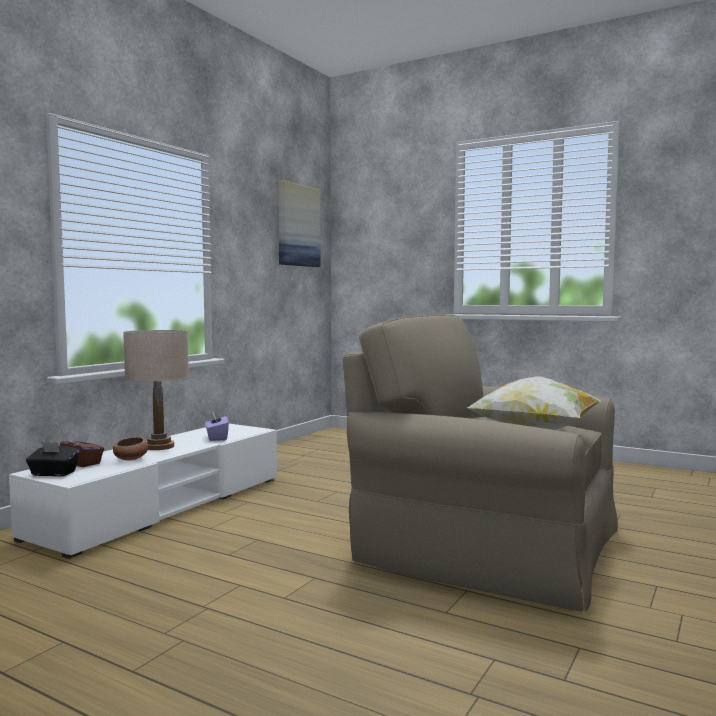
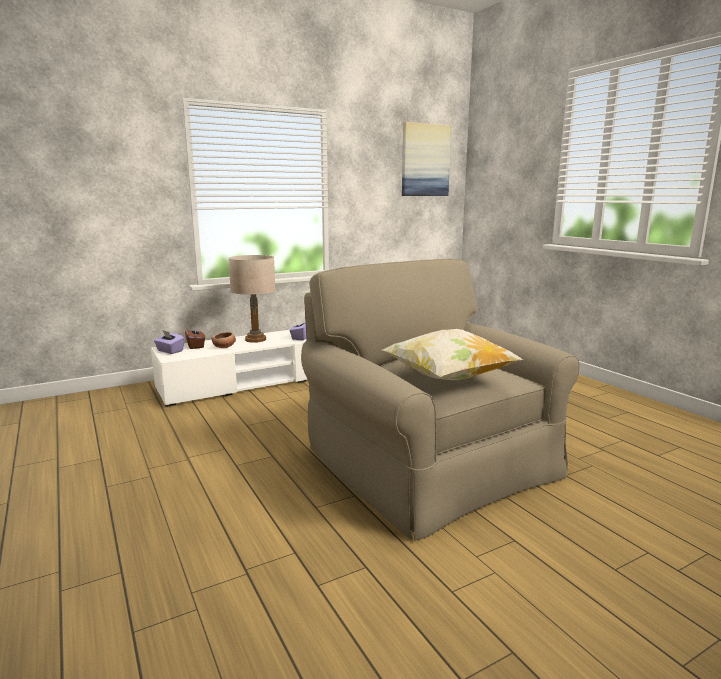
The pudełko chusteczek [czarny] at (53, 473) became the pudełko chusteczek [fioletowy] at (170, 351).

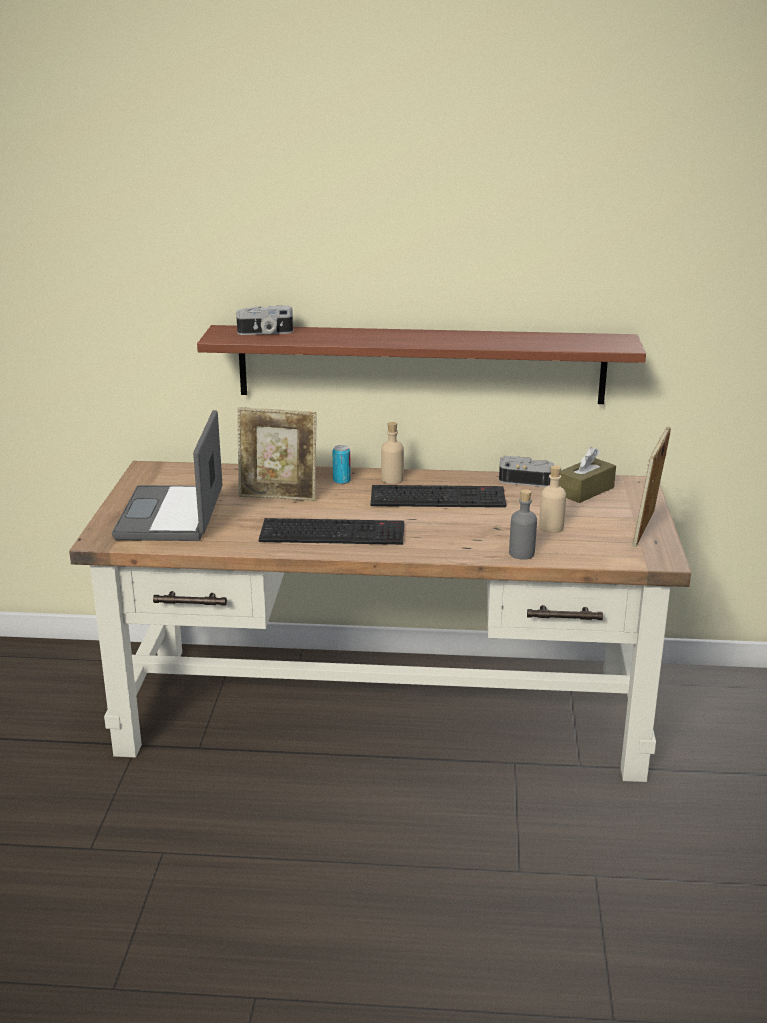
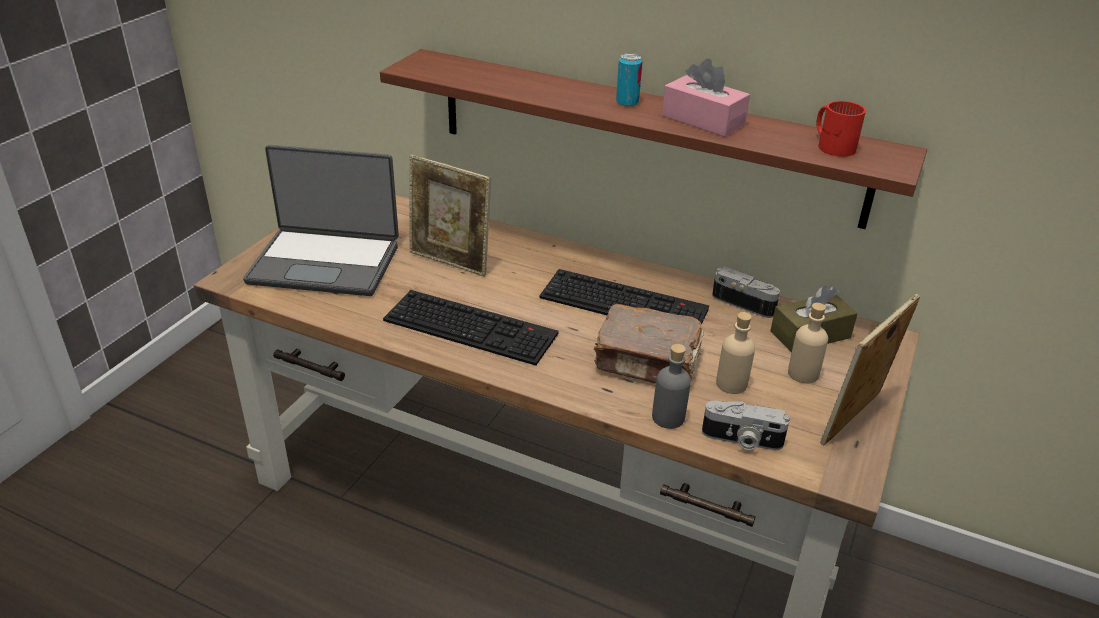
The książka [brązowy] at (648, 363) appeared.
The pudełko chusteczek [różowy] at (703, 120) appeared.
The kubek [czerwony] at (833, 145) appeared.
The aparat fotograficzny moved from (265, 333) to (742, 440).
The puszka moved from (341, 481) to (627, 102).
The butelka [beżowy] moved from (392, 479) to (803, 373).
The laptop at (172, 515) turned 105 degrees counterclockwise.

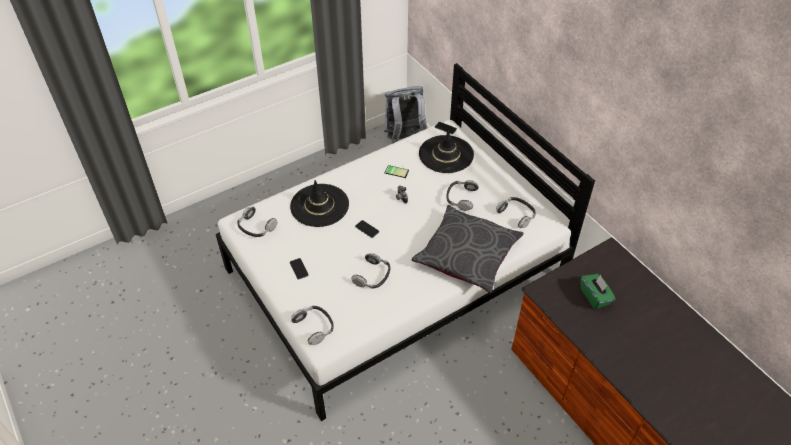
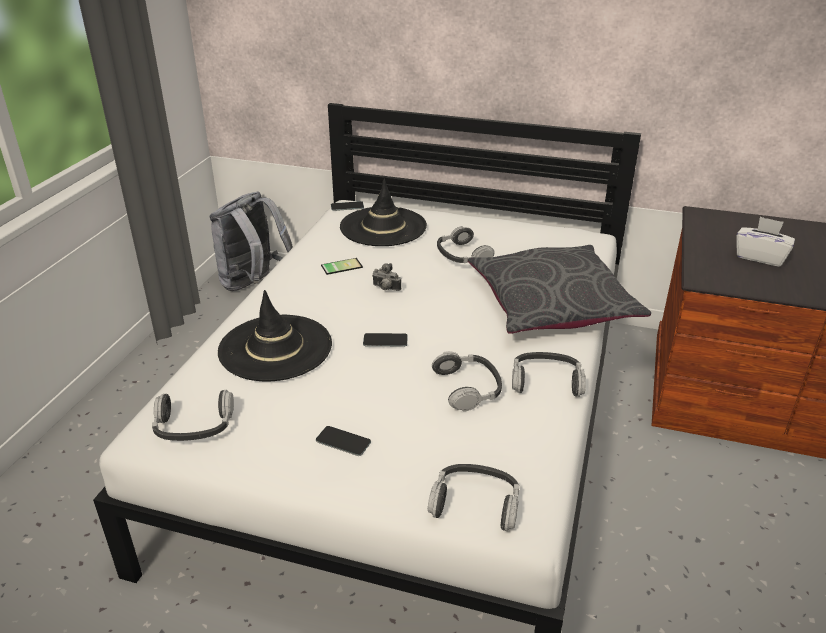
The słuchawki moved from (516, 214) to (546, 381).
The pudełko chusteczek [zielony] at (595, 297) became the pudełko chusteczek [biały] at (760, 257).

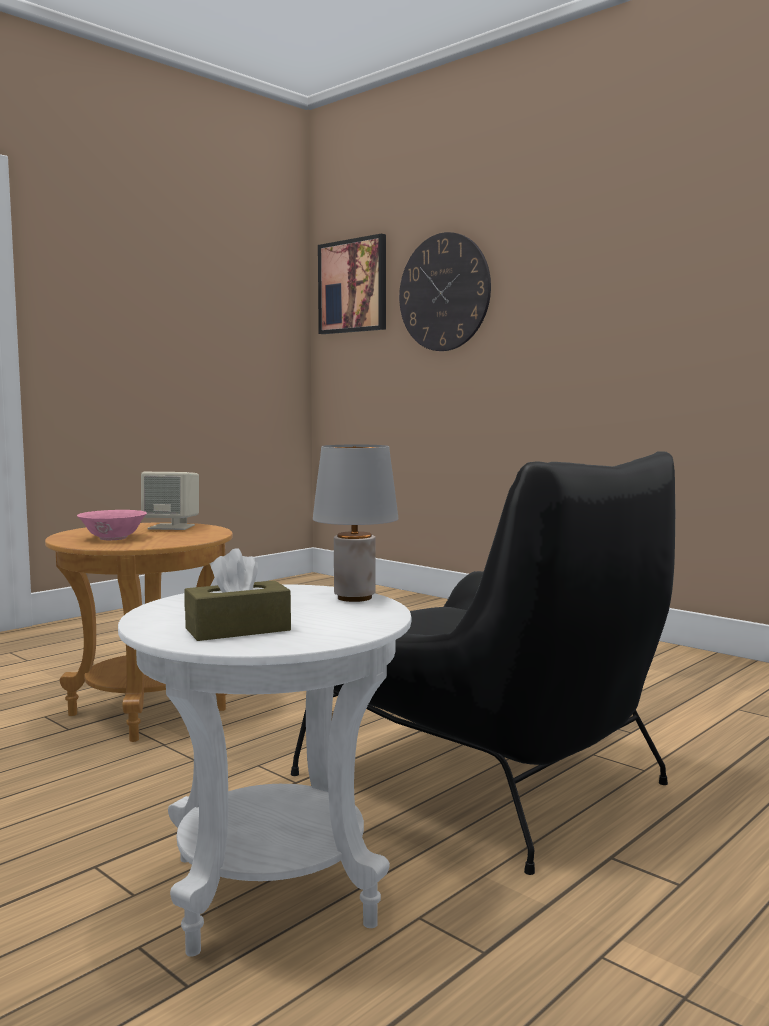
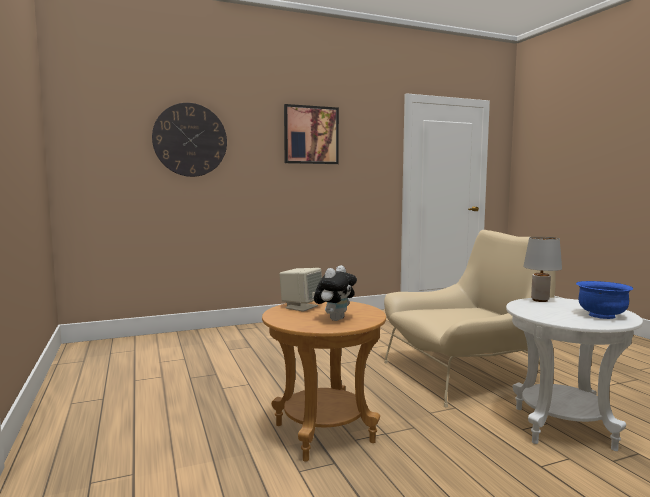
The obraz moved from (353, 286) to (311, 135).
The miska [różowy] at (113, 538) was replaced by the pluszak at (335, 319).
The pudełko chusteczek [brązowy] at (238, 629) was replaced by the miska [niebieski] at (601, 315).
The fotel [czarny] at (482, 777) became the fotel [beżowy] at (464, 373).

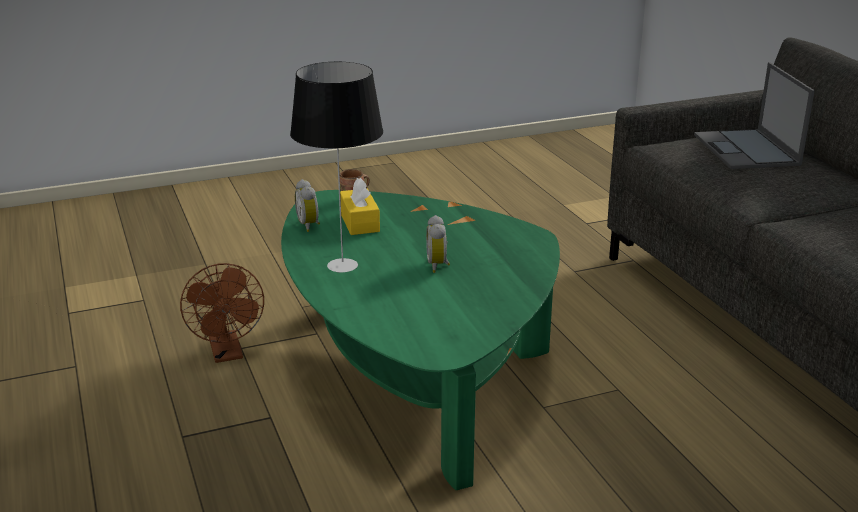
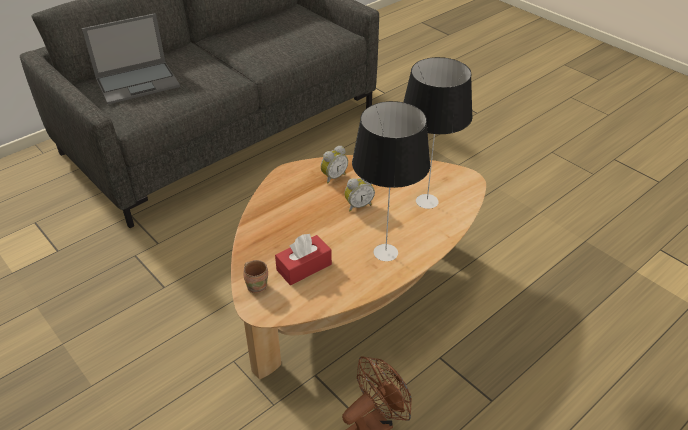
The lampa stołowa at (427, 202) appeared.
The budzik moved from (309, 225) to (333, 177).
The ława [zielony] at (415, 377) became the ława [brązowy] at (351, 294).
The pudełko chusteczek [żółty] at (359, 222) became the pudełko chusteczek [czerwony] at (304, 267).

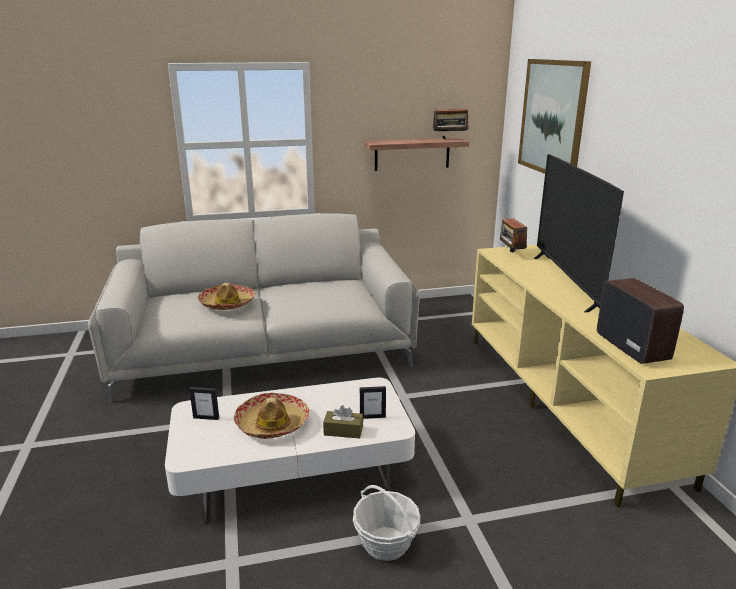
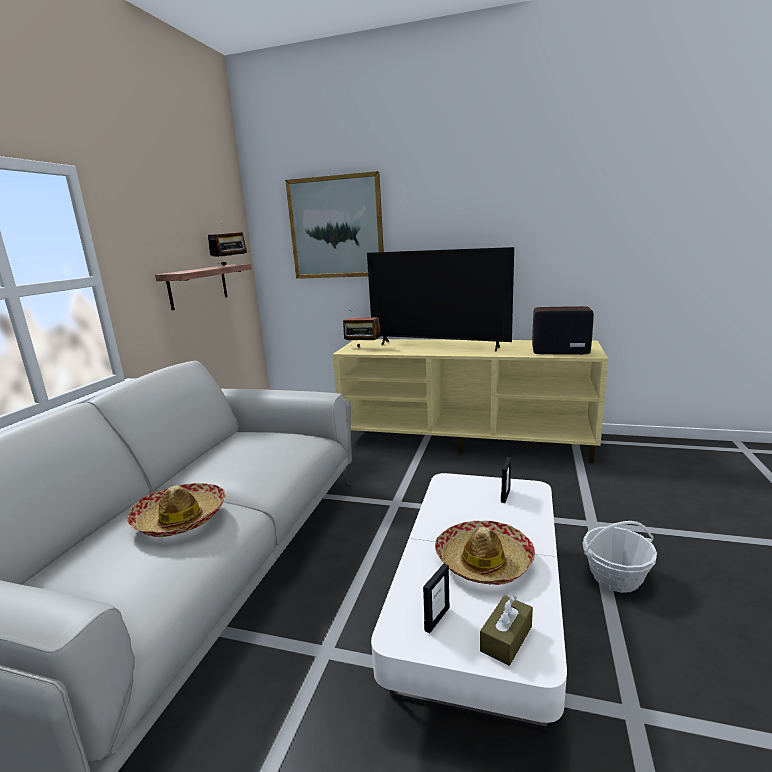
The pudełko chusteczek [brązowy] moved from (343, 431) to (506, 638).

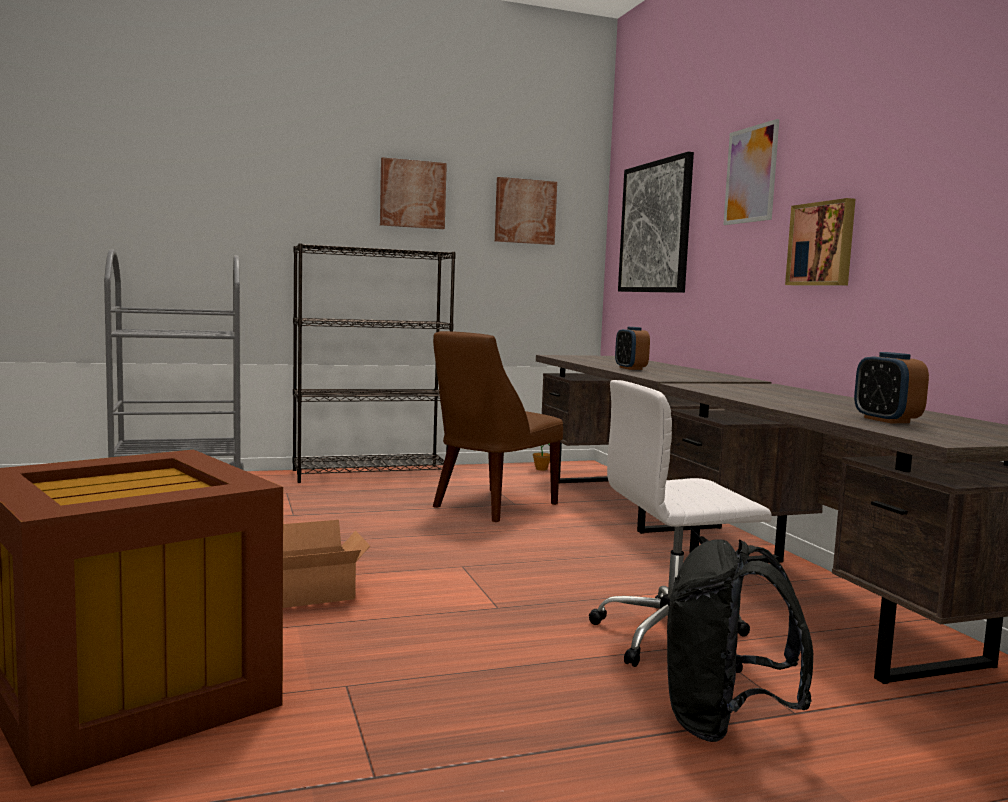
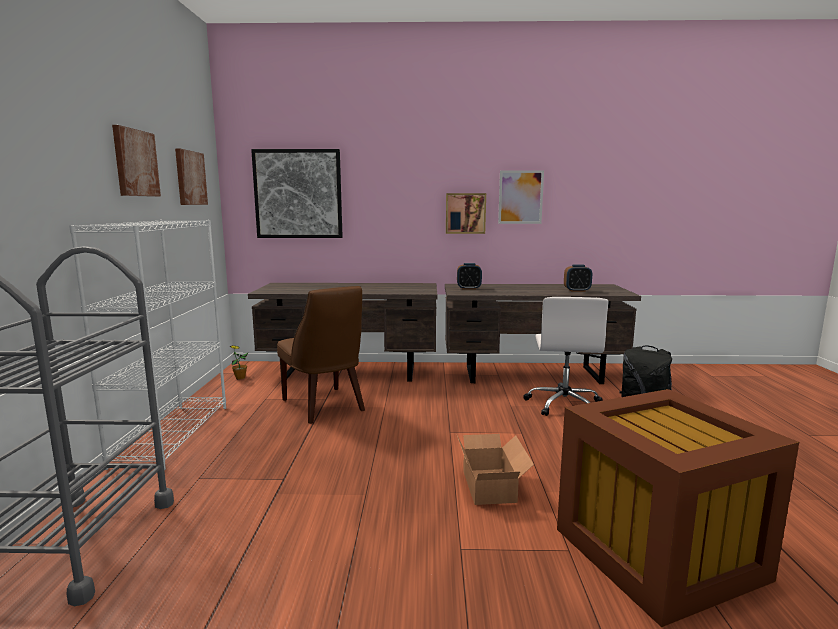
The budzik moved from (630, 368) to (469, 288).
The obraz moved from (751, 174) to (520, 197).
The regał [czarny] at (371, 473) became the regał [biały] at (173, 434).

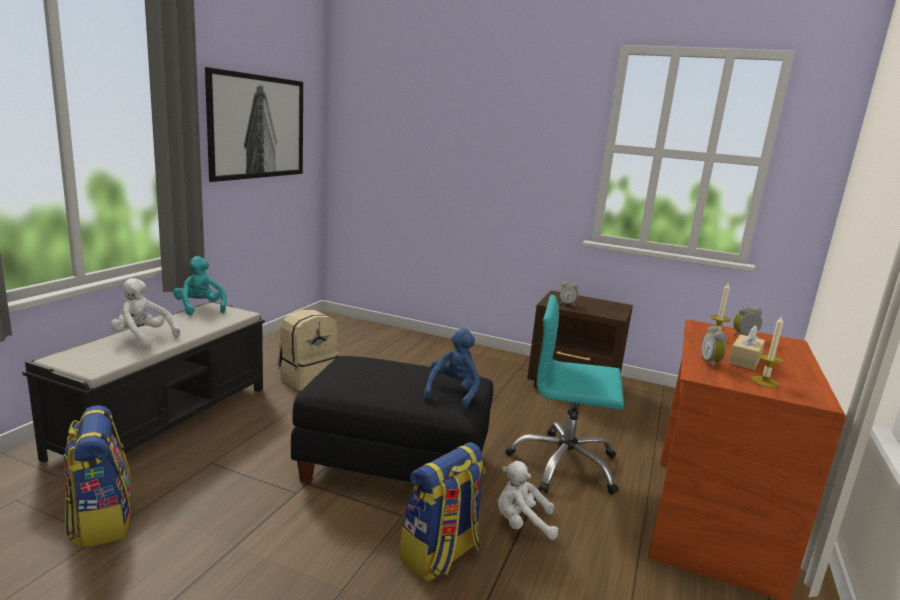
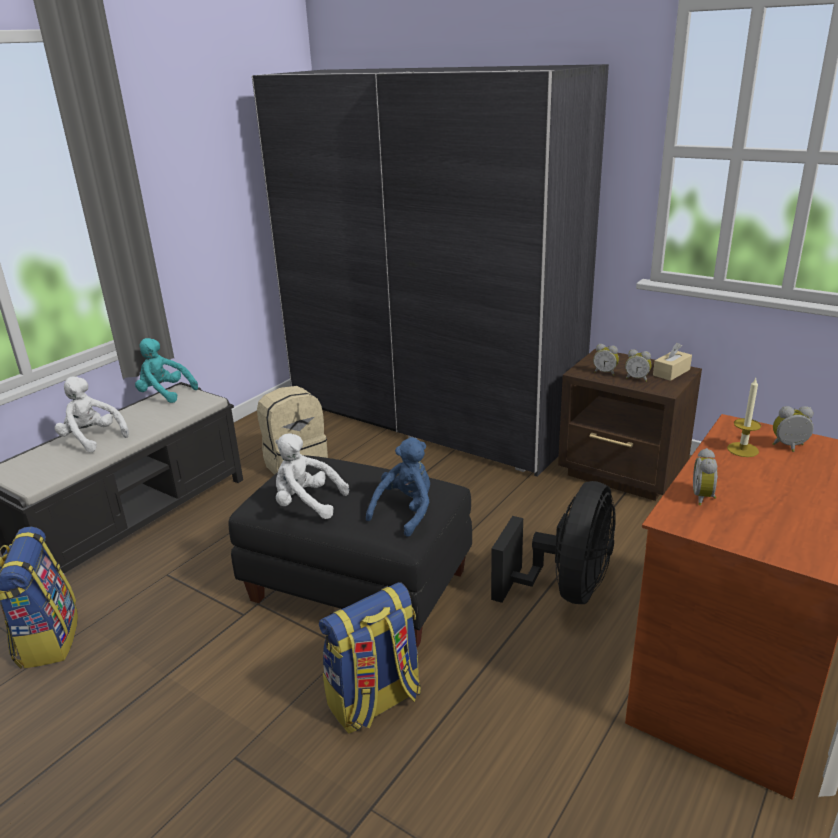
The obraz at (257, 127) disappeared.
The świeca at (764, 381) disappeared.
The szafa [szary] at (430, 417) appeared.
The budzik at (637, 378) appeared.
The pluszak [biały] moved from (522, 524) to (307, 504).
The pudełko chusteczek [beżowy] moved from (744, 360) to (671, 372).
The krzesło biurowe [turkusowy] at (564, 465) was replaced by the wentylator [czarny] at (565, 589).
The pluszak [turkusowy] at (200, 308) turned 45 degrees counterclockwise.

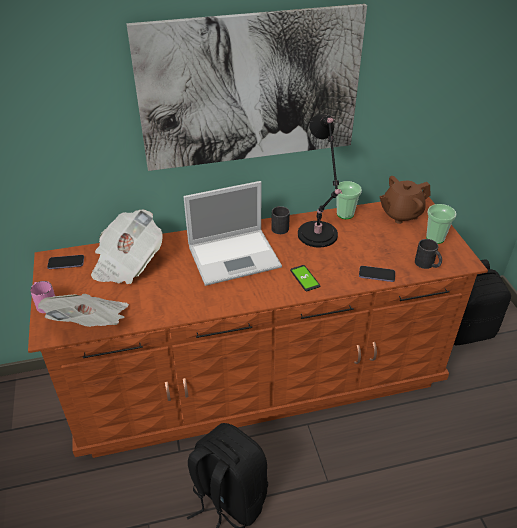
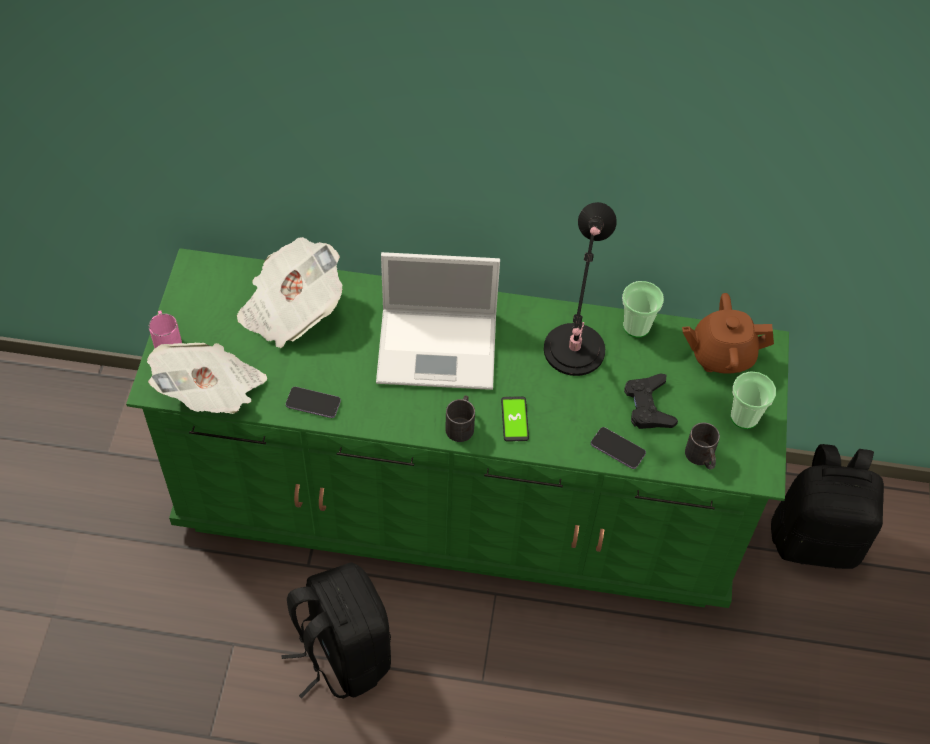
The obraz at (250, 90) disappeared.
The pad do gier [czarny] at (648, 406) appeared.
The telefon moved from (66, 263) to (313, 403).
The kubek [czarny] moved from (279, 226) to (461, 424).
The komoda [brązowy] at (257, 378) became the komoda [zielony] at (459, 499).

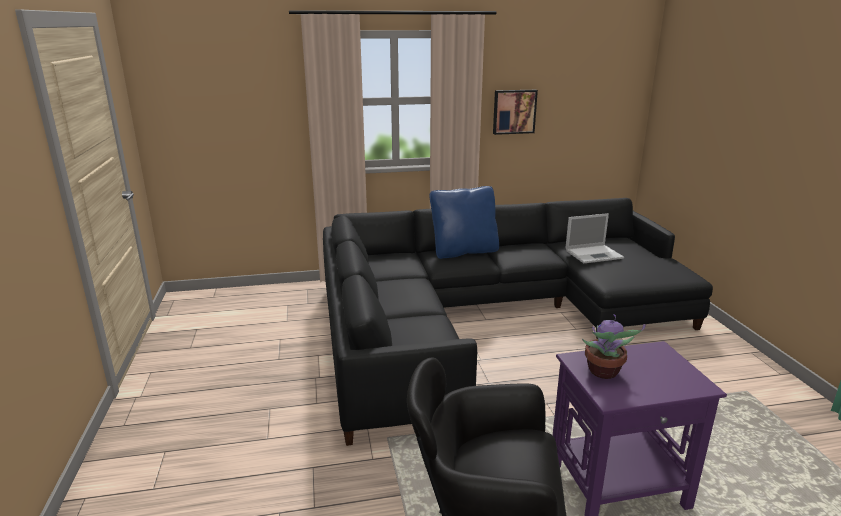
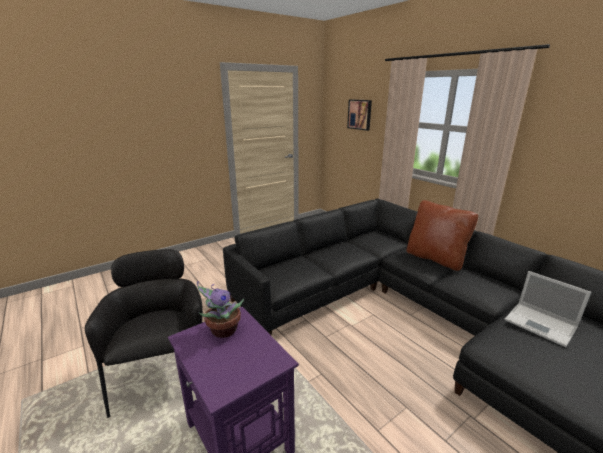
The obraz moved from (514, 111) to (360, 114).
The poduszka [niebieski] at (464, 251) became the poduszka [brązowy] at (435, 258).

